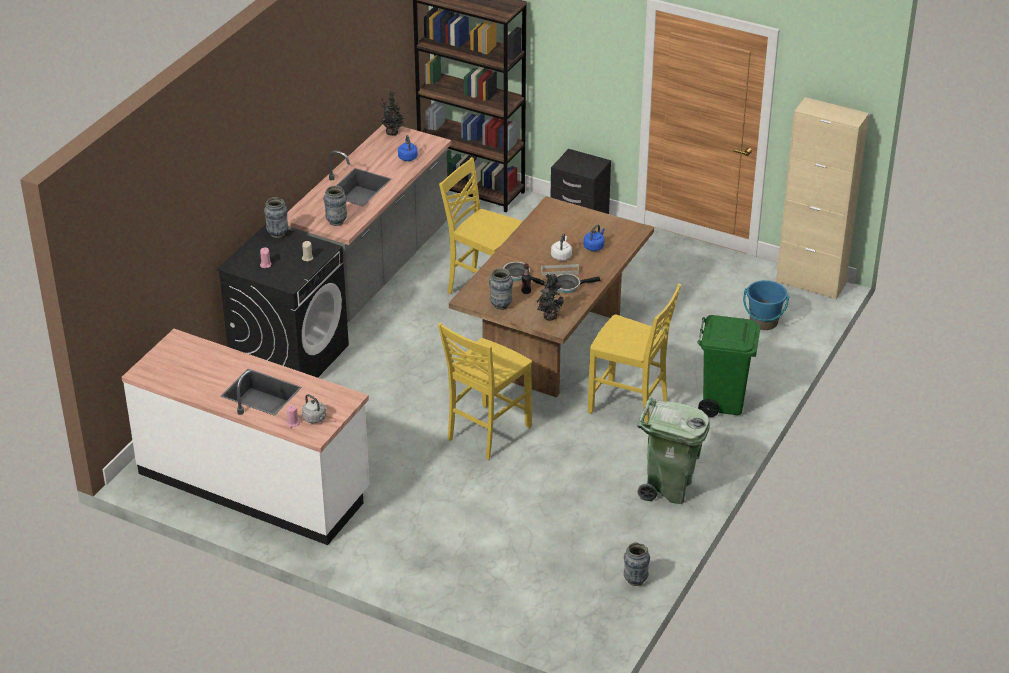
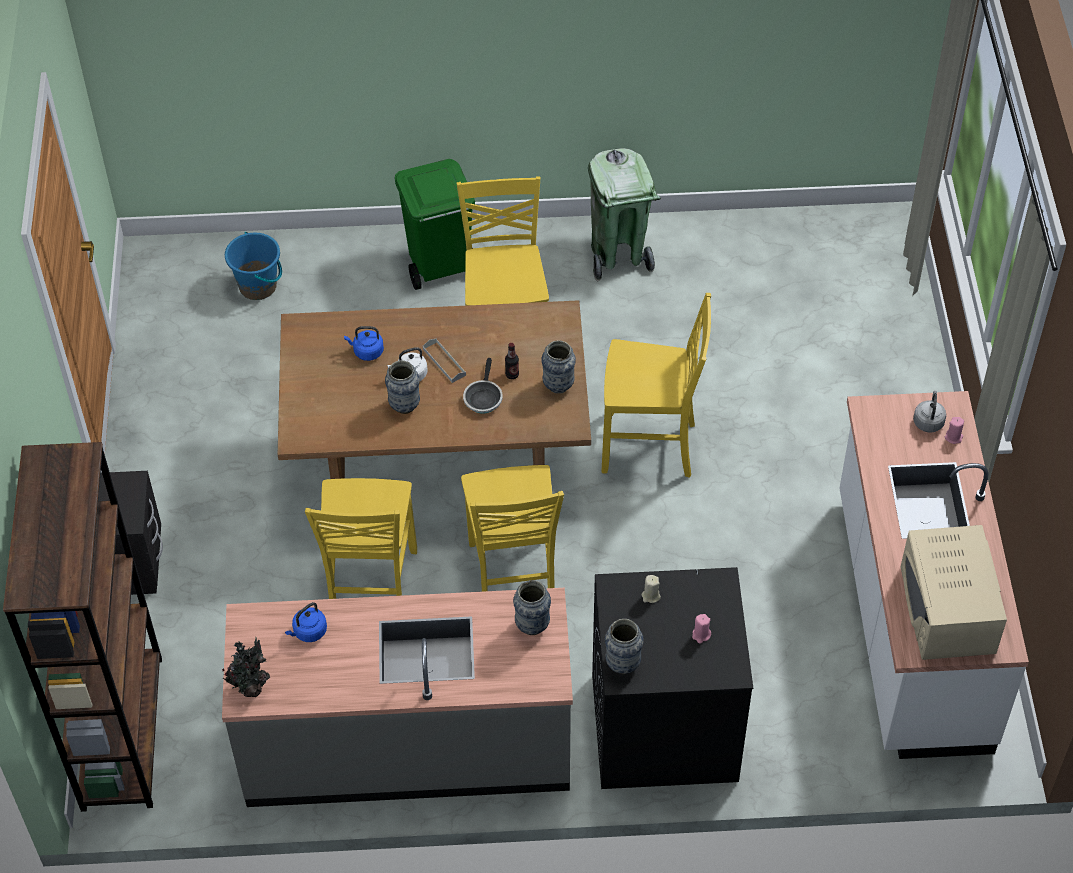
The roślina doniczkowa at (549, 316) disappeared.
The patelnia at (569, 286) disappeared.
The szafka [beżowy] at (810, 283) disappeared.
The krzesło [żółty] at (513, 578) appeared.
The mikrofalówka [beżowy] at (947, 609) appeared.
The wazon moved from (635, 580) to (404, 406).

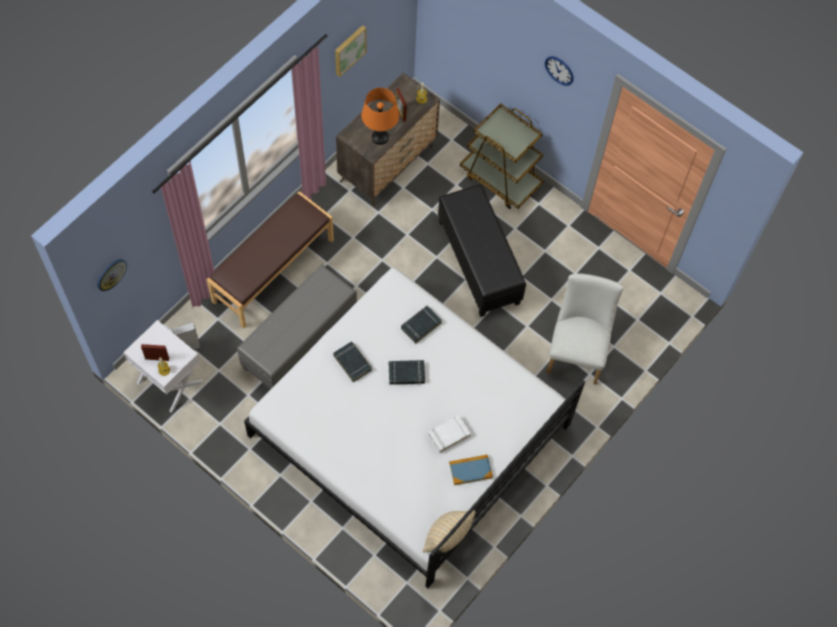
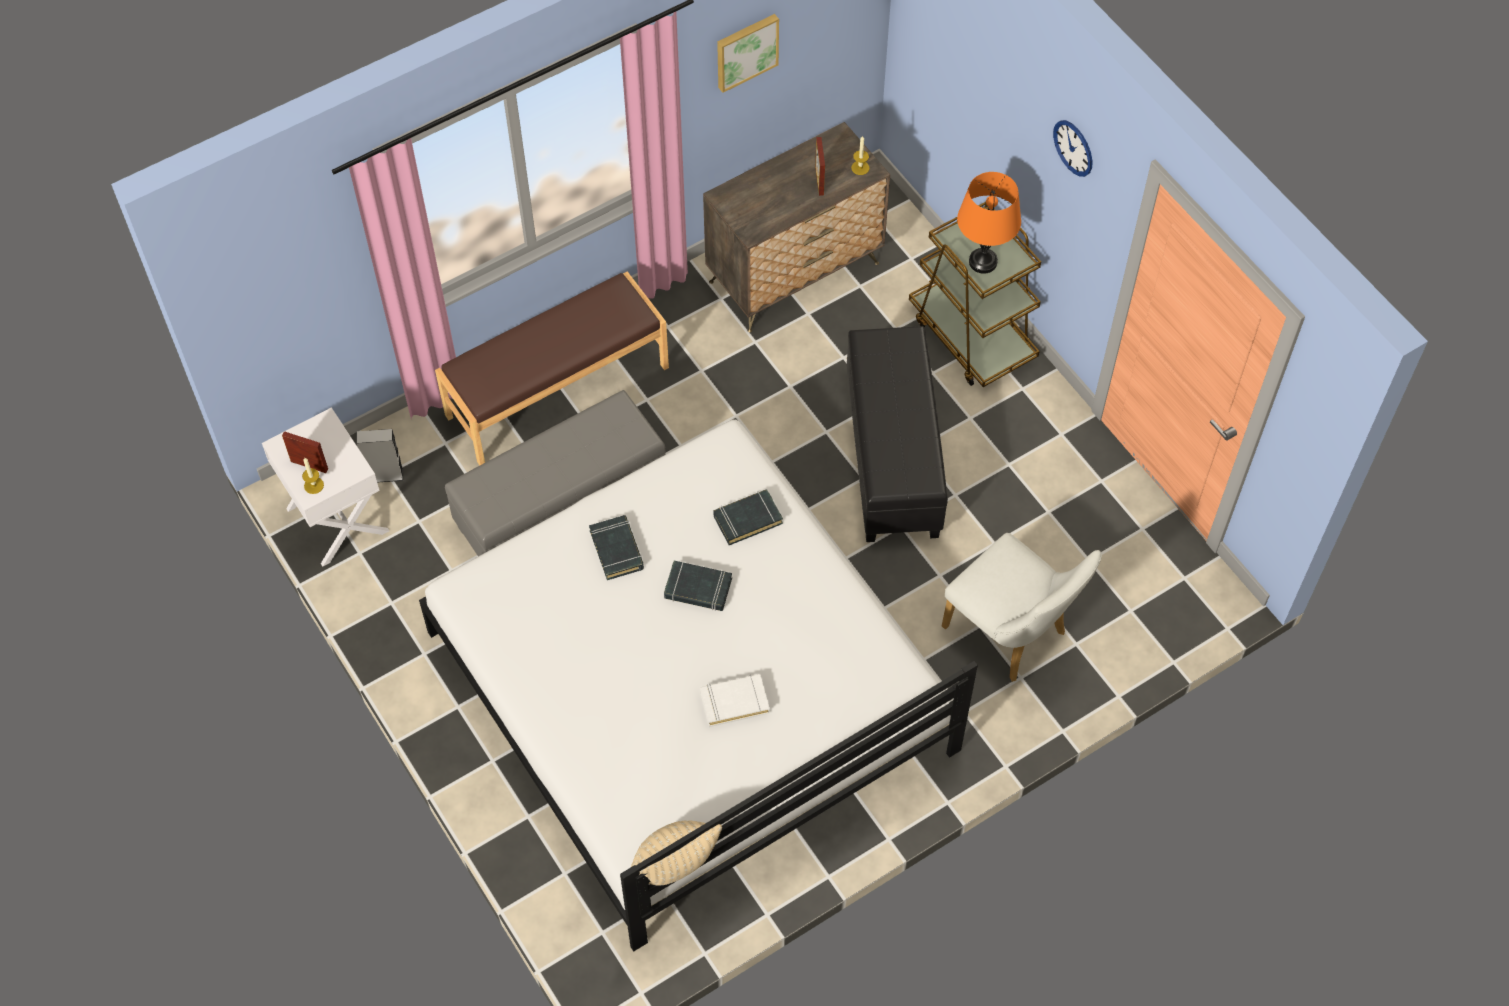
The zegar ścienny at (111, 274) disappeared.
The książka at (470, 470) disappeared.
The lampa stołowa [pomarańczowy] moved from (380, 137) to (982, 262).
The krzesło [biały] at (577, 350) turned 105 degrees clockwise.

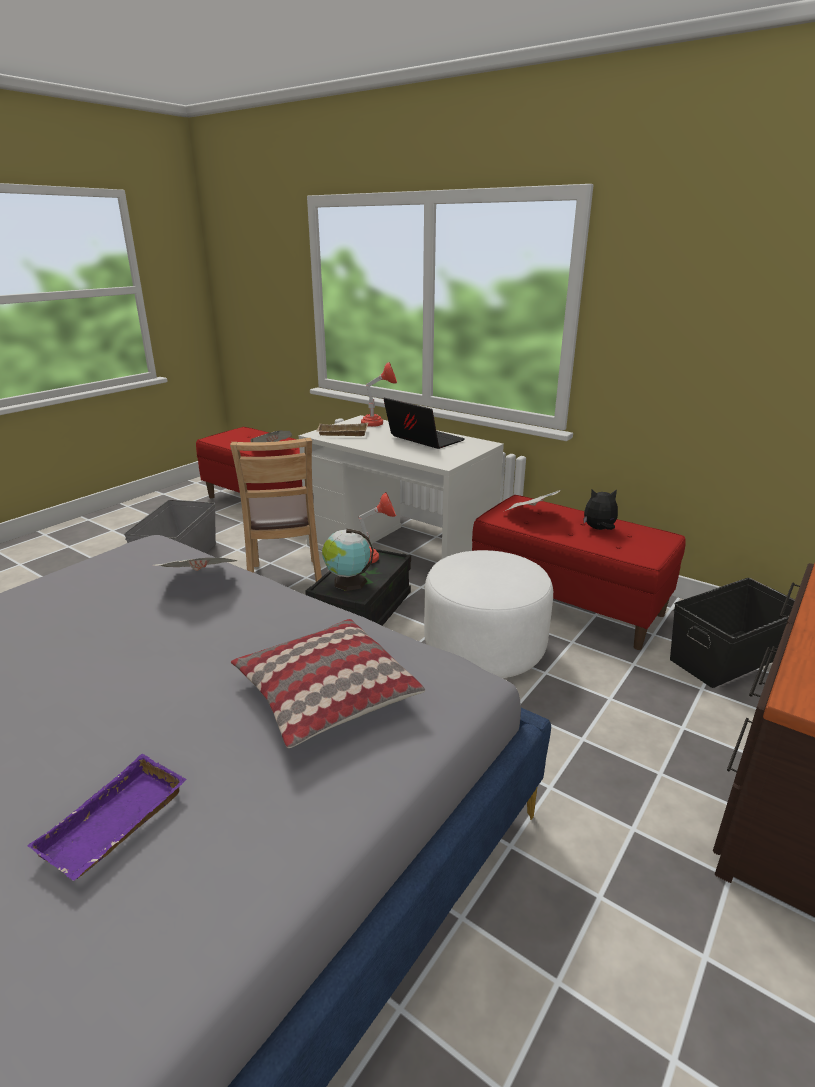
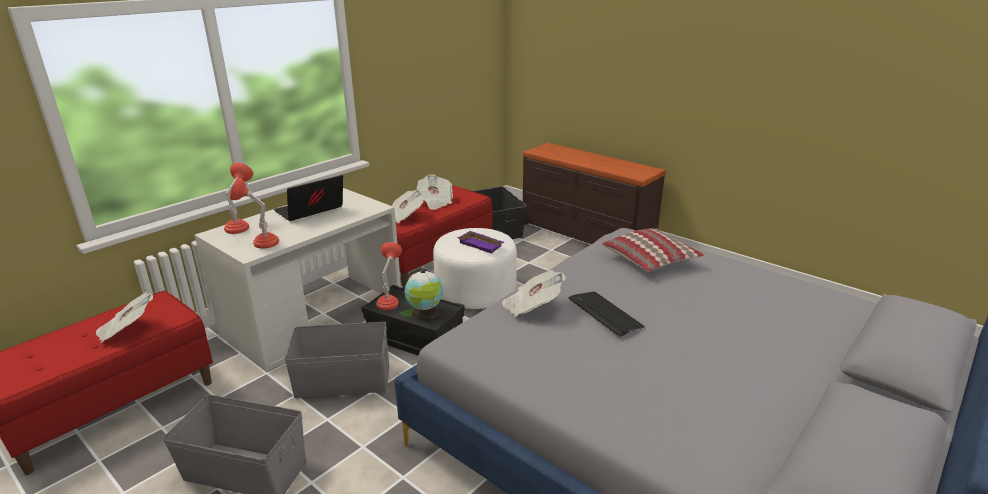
The klawiatura at (605, 313) appeared.
The taca [fioletowy] moved from (115, 826) to (482, 244).
The krzesło [brązowy] at (286, 582) was replaced by the pojemnik do przechowywania [szary] at (343, 381).
The taca [beżowy] at (342, 434) was replaced by the lampa stołowa [czerwony] at (260, 242).
The pluszak at (599, 529) was replaced by the gazeta at (435, 202).

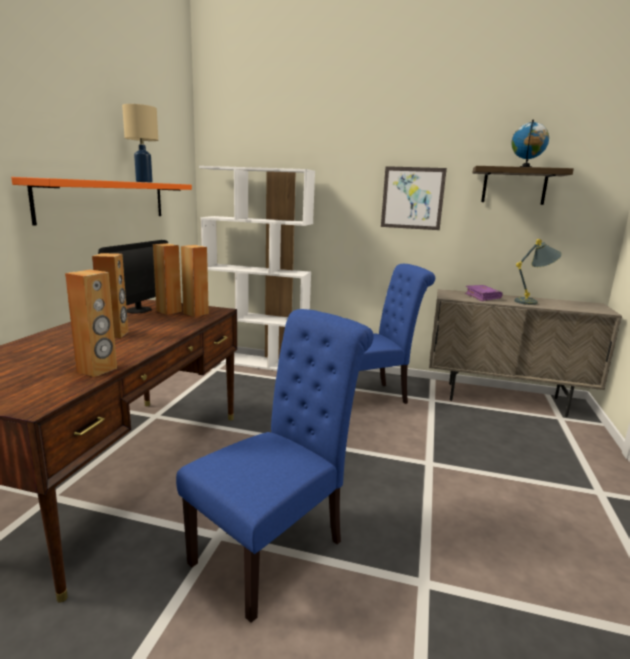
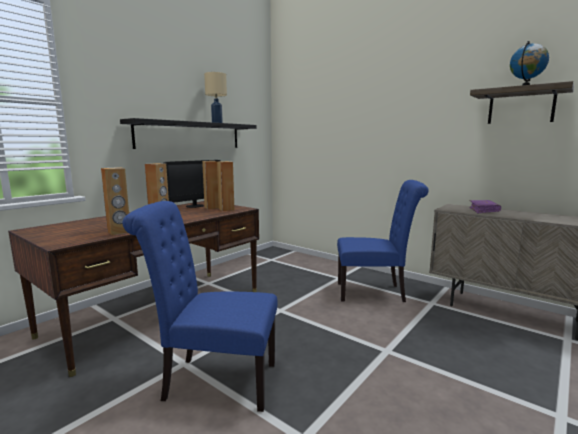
The regał [biały] at (257, 362) disappeared.
The obraz at (412, 198) disappeared.
The lampa stołowa [szary] at (533, 302) disappeared.
The półka [pomarańczowy] at (106, 200) became the półka [czarny] at (190, 135).
The krzesło [niebieski] at (276, 548) turned 150 degrees counterclockwise.

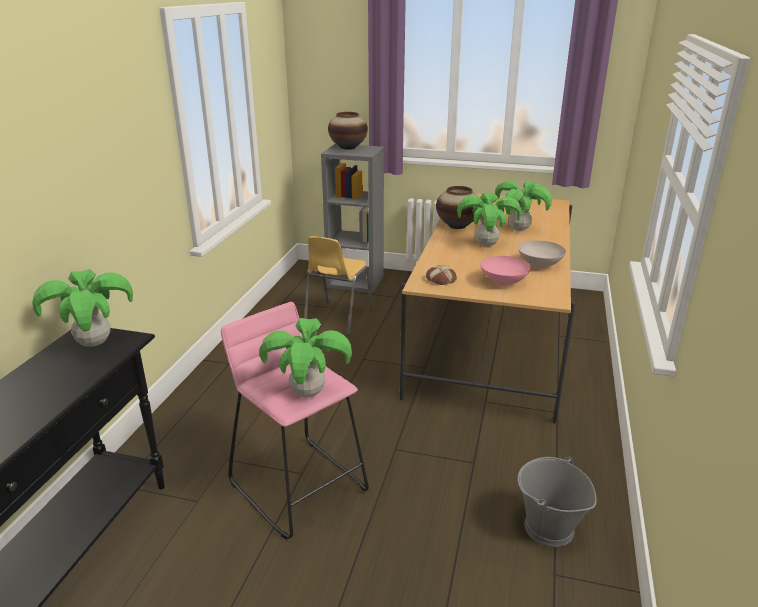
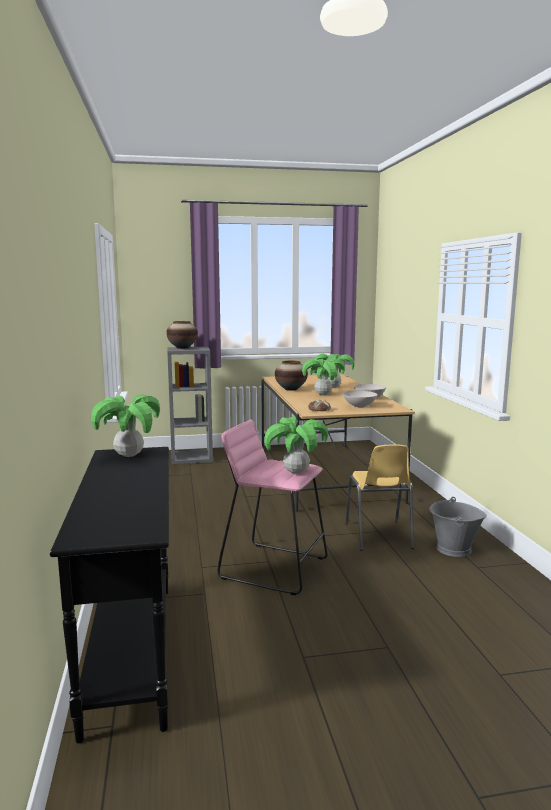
The krzesło [żółty] moved from (337, 318) to (378, 536).
The miska [różowy] at (503, 282) became the miska [biały] at (359, 406).

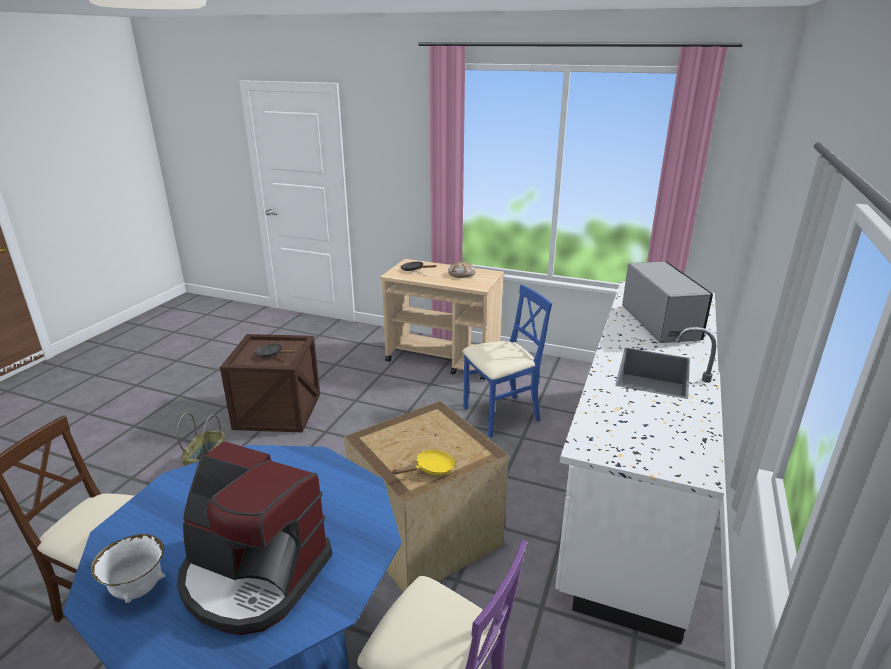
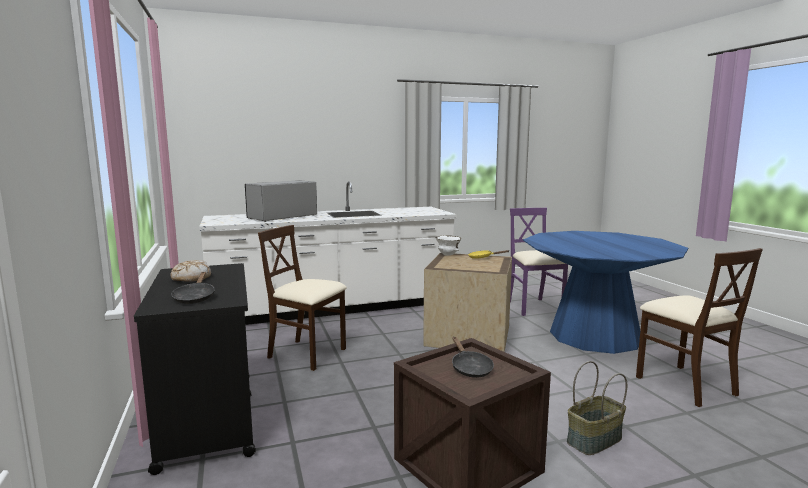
The ekspres do kawy at (254, 575) disappeared.
The miska [biały] moved from (138, 589) to (448, 255).
The wózek [beżowy] at (444, 359) became the wózek [czarny] at (208, 418).
The krzesło [niebieski] at (501, 415) became the krzesło [beżowy] at (307, 354).

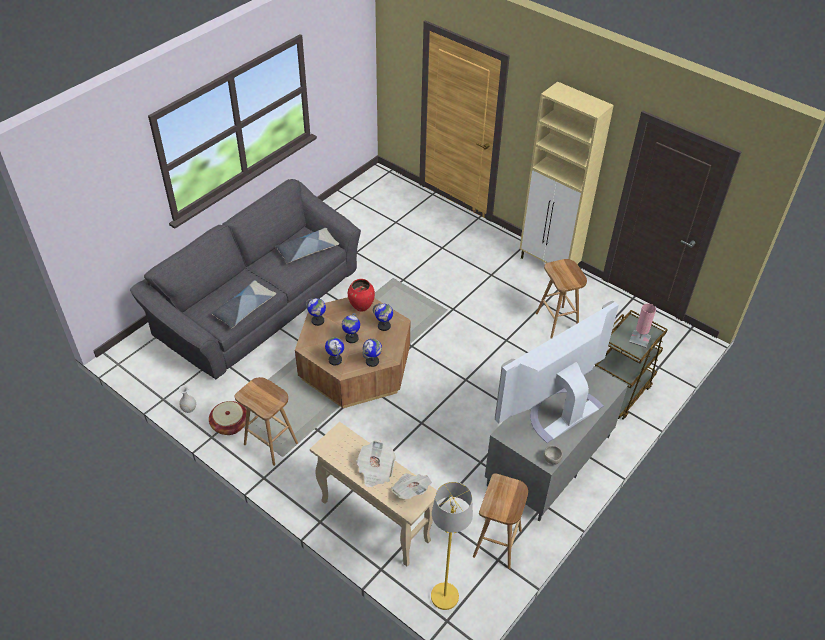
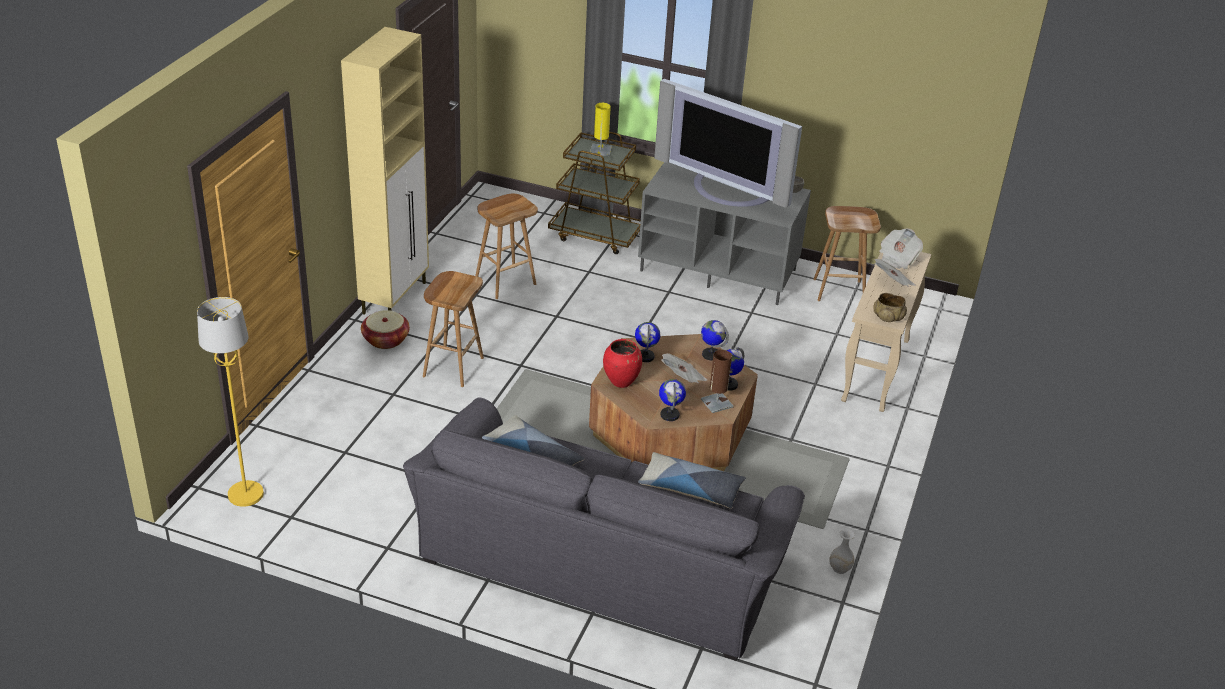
The lampa stołowa [brązowy] at (716, 403) appeared.
The miska [beżowy] at (888, 317) appeared.
The koszyk moved from (230, 424) to (385, 340).
The stołek [brązowy] moved from (271, 443) to (453, 366).
The lampa stojąca [żółty] moved from (444, 596) to (246, 494).
The globus at (351, 338) was replaced by the gazeta at (683, 379).
The lampa stołowa [różowy] at (639, 339) became the lampa stołowa [żółty] at (600, 150).

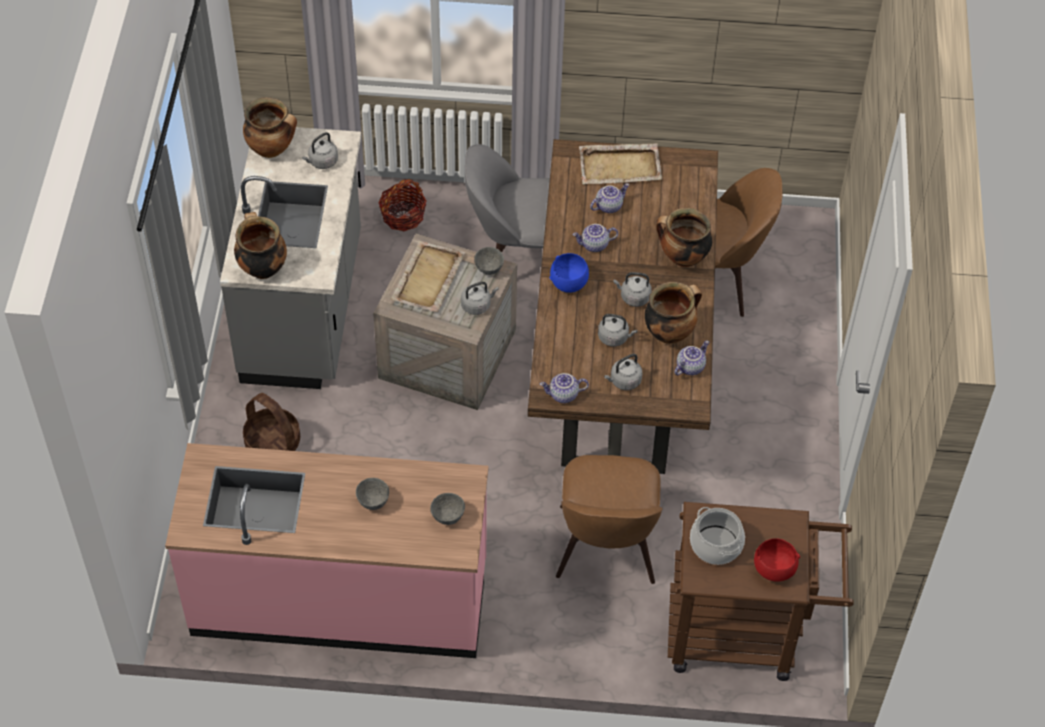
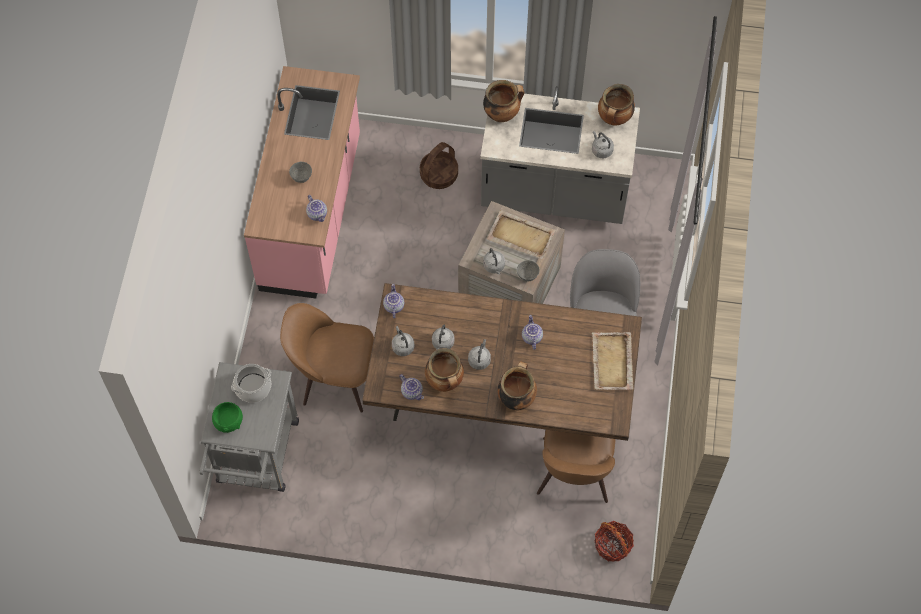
The miska [szary] at (448, 518) disappeared.
The miska [niebieski] at (569, 284) disappeared.
The koszyk moved from (403, 216) to (612, 545).
The imbryk moved from (608, 206) to (317, 214).
The wózek [brązowy] at (745, 633) became the wózek [szary] at (256, 459).
The miska [czerwony] at (773, 569) became the miska [zielony] at (229, 421).

